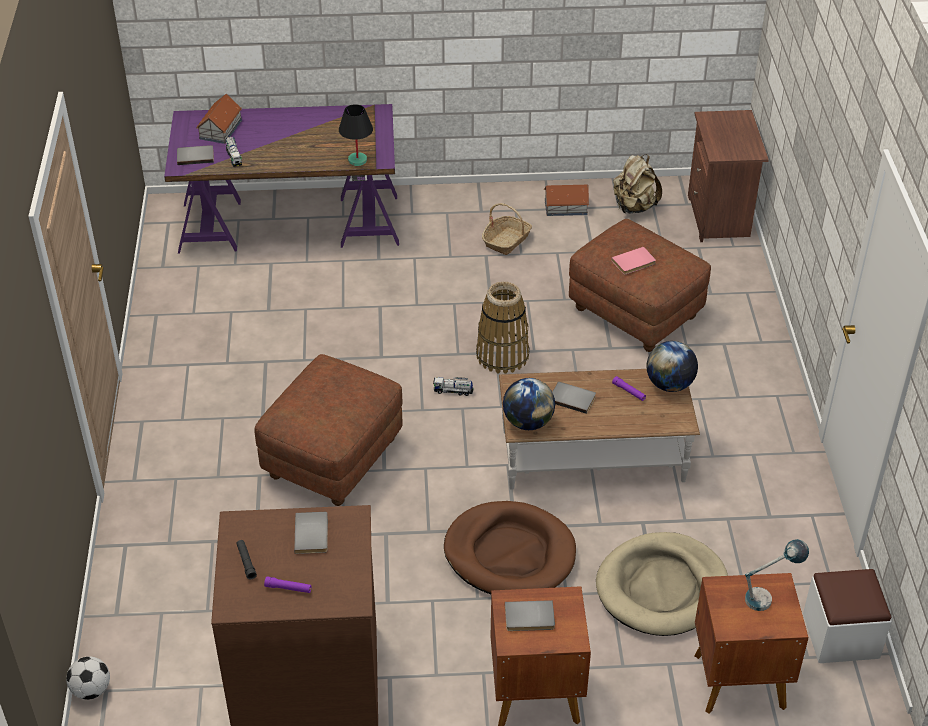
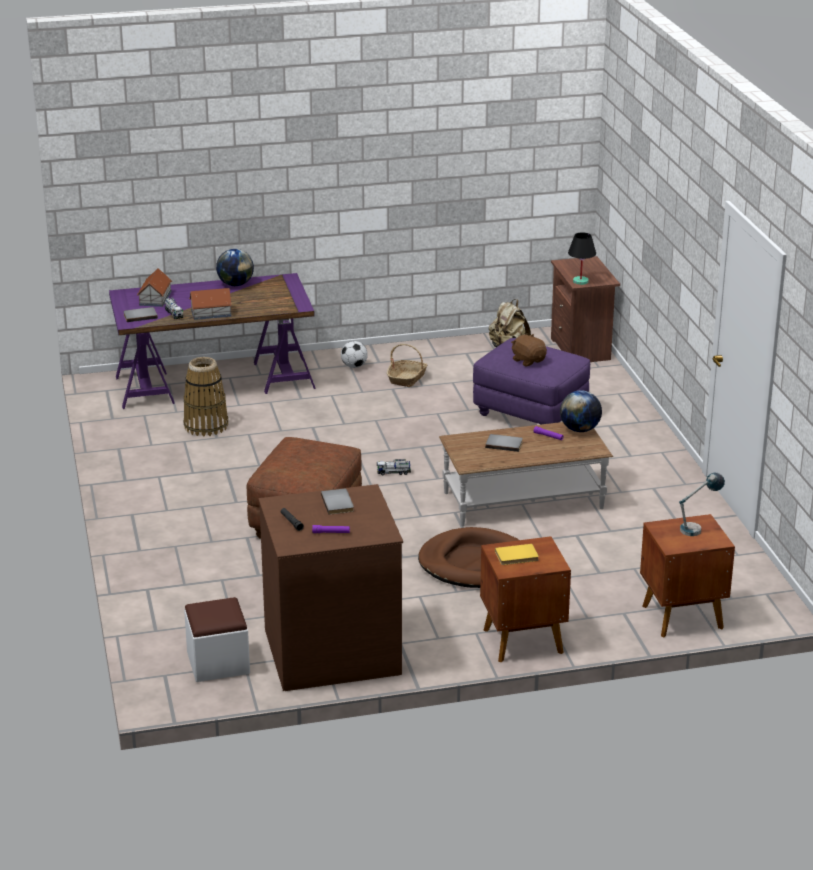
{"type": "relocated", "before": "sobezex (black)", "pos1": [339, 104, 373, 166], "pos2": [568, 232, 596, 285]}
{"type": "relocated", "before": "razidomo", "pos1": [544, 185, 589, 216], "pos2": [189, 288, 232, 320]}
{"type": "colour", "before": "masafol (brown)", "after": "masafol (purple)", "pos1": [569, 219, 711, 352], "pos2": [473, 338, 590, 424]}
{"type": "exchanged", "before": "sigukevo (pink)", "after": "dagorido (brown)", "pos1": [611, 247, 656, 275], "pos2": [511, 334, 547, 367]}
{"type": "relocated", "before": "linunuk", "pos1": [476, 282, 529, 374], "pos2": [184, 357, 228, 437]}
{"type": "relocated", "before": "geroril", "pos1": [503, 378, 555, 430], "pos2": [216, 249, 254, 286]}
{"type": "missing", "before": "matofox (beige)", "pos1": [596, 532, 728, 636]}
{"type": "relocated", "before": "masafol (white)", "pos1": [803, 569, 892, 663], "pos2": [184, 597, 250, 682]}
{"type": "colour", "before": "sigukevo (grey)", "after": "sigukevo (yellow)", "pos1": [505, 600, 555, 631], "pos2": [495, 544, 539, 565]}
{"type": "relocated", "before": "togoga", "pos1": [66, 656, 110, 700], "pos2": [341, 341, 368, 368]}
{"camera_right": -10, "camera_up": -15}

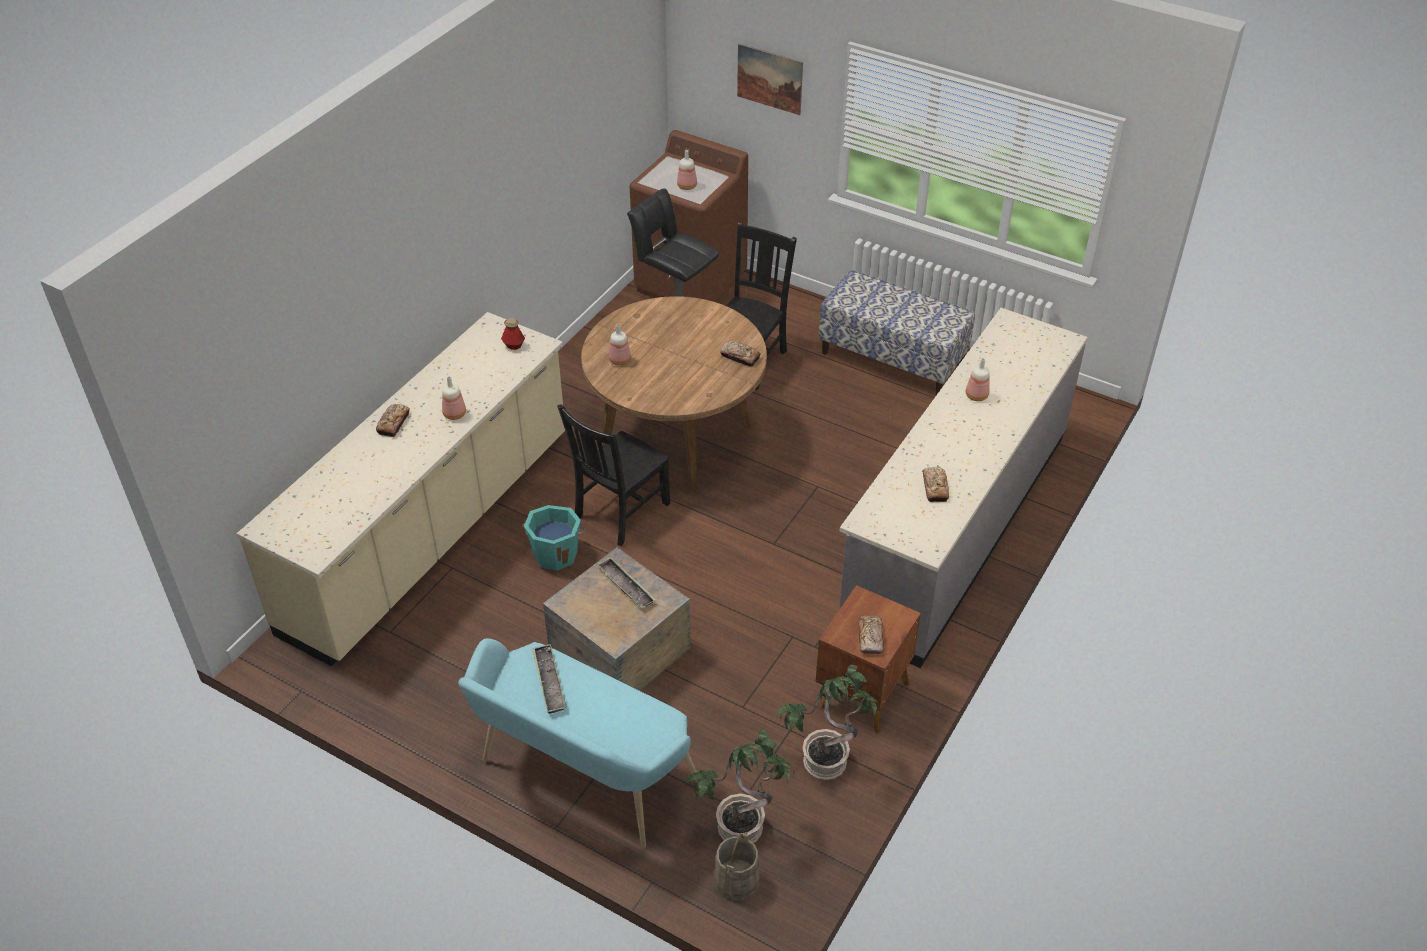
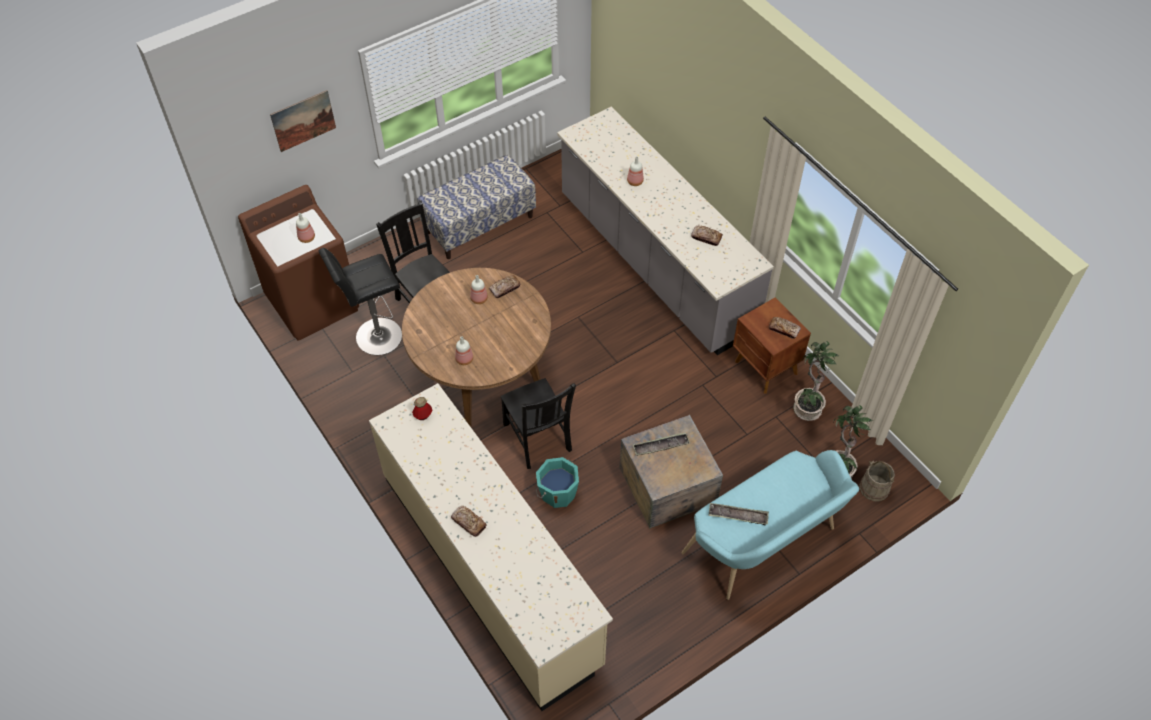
{"type": "relocated", "before": "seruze", "pos1": [442, 376, 466, 420], "pos2": [470, 275, 488, 304]}
{"camera_right": -65, "camera_up": 10}

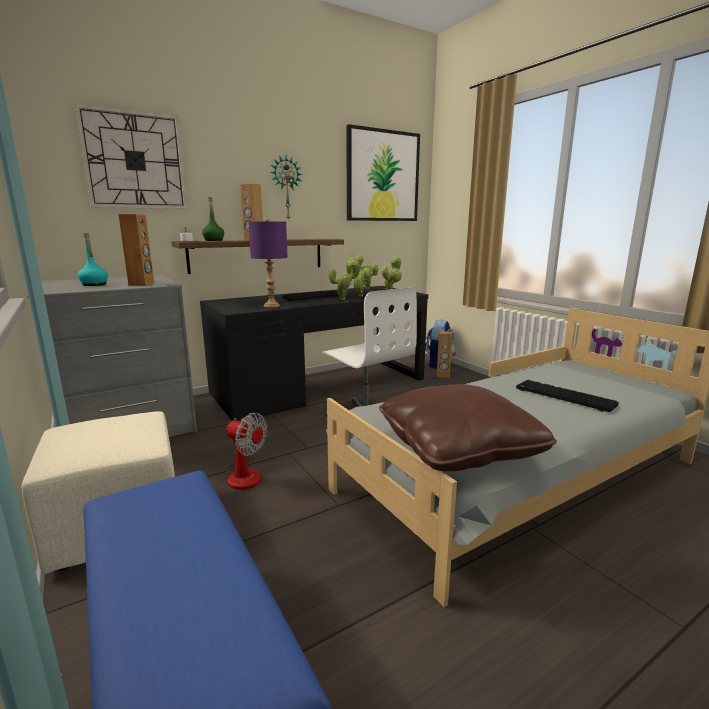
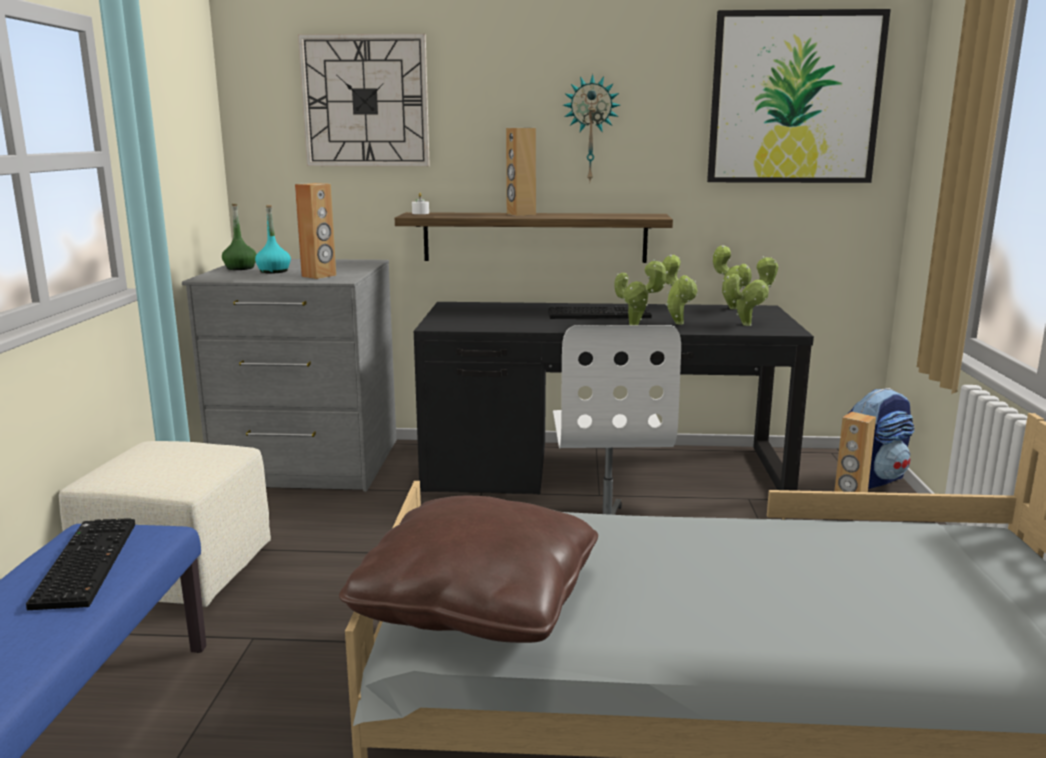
{"type": "relocated", "before": "seruze (green)", "pos1": [202, 197, 224, 241], "pos2": [222, 203, 257, 270]}
{"type": "missing", "before": "sobezex (purple)", "pos1": [248, 218, 288, 308]}
{"type": "relocated", "before": "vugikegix", "pos1": [516, 380, 619, 412], "pos2": [26, 518, 135, 610]}
{"type": "missing", "before": "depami", "pos1": [226, 413, 267, 490]}
{"camera_right": 35, "camera_up": 0}

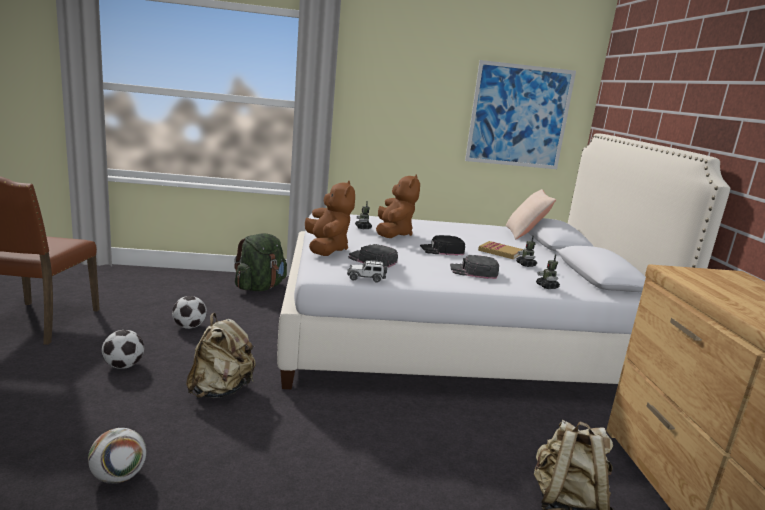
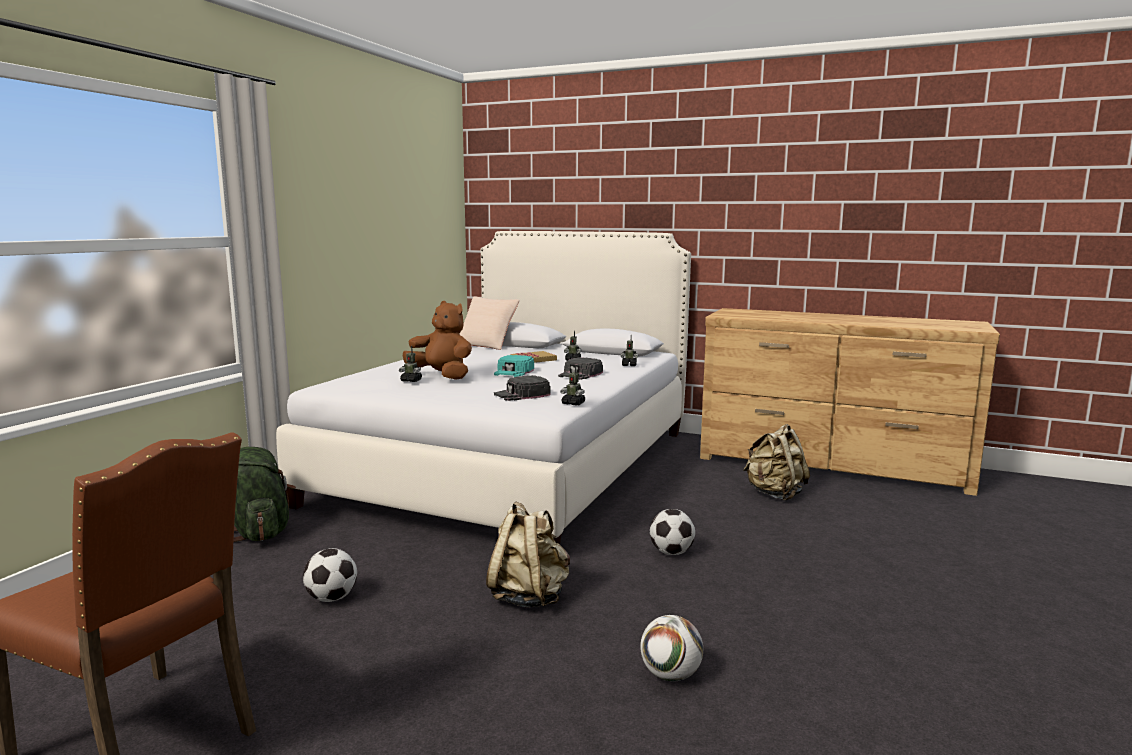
{"type": "missing", "before": "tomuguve", "pos1": [465, 60, 576, 169]}
{"type": "missing", "before": "dagorido (brown)", "pos1": [305, 180, 355, 256]}
{"type": "colour", "before": "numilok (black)", "after": "numilok (turquoise)", "pos1": [420, 235, 465, 255], "pos2": [494, 355, 534, 377]}
{"type": "exchanged", "before": "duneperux", "after": "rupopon", "pos1": [347, 260, 387, 283], "pos2": [560, 365, 585, 406]}
{"type": "relocated", "before": "togoga", "pos1": [102, 330, 144, 369], "pos2": [650, 509, 695, 555]}
{"camera_right": -60, "camera_up": -5}

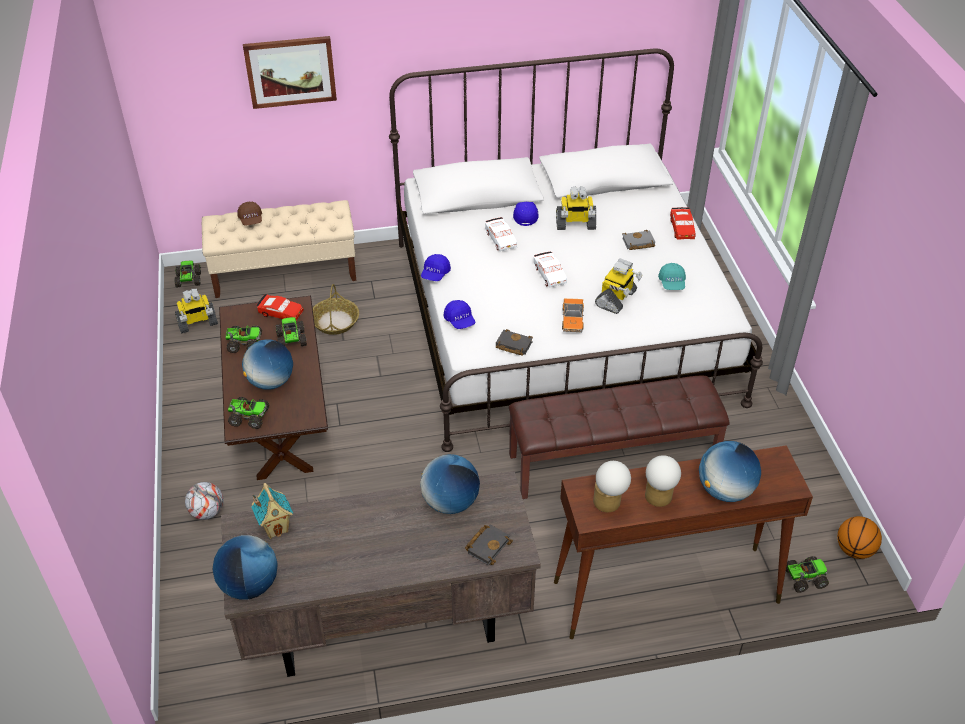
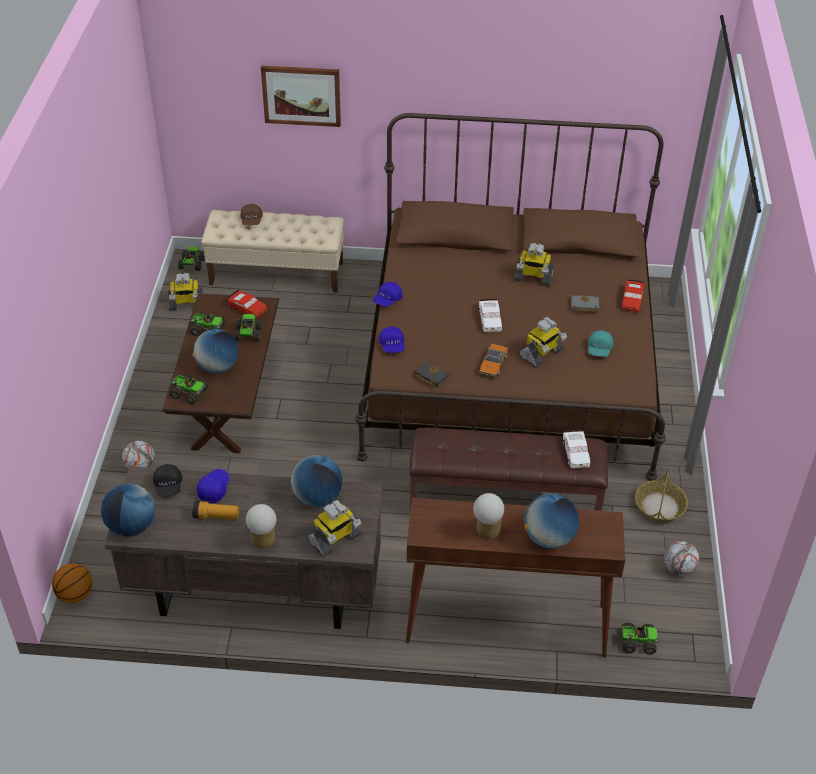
{"type": "colour", "before": "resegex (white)", "after": "resegex (brown)", "pos1": [389, 48, 763, 452], "pos2": [355, 113, 666, 481]}
{"type": "relocated", "before": "numilok (blue)", "pos1": [513, 202, 539, 226], "pos2": [197, 469, 230, 503]}
{"type": "relocated", "before": "duneperux (white)", "pos1": [485, 217, 517, 252], "pos2": [563, 430, 590, 468]}
{"type": "relocated", "before": "linunuk", "pos1": [313, 284, 359, 335], "pos2": [635, 469, 688, 522]}
{"type": "relocated", "before": "sobezex", "pos1": [593, 461, 631, 512], "pos2": [246, 504, 276, 549]}
{"type": "exchanged", "before": "razidomo", "after": "numilok (black)", "pos1": [251, 483, 293, 539], "pos2": [153, 464, 182, 497]}
{"type": "relocated", "before": "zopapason", "pos1": [837, 516, 882, 559], "pos2": [52, 563, 92, 603]}
{"type": "exchanged", "before": "sigukevo (black)", "after": "rupopon", "pos1": [465, 525, 513, 565], "pos2": [307, 500, 362, 557]}
{"type": "appeared", "after": "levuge", "pos2": [192, 501, 239, 520]}
{"type": "appeared", "after": "togoga", "pos2": [664, 541, 699, 576]}
{"camera_right": 15, "camera_up": 0}

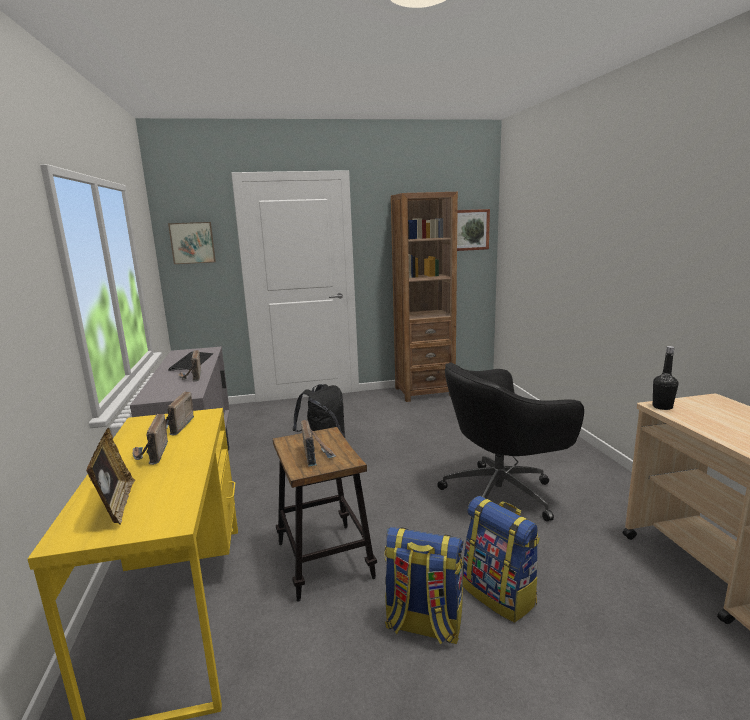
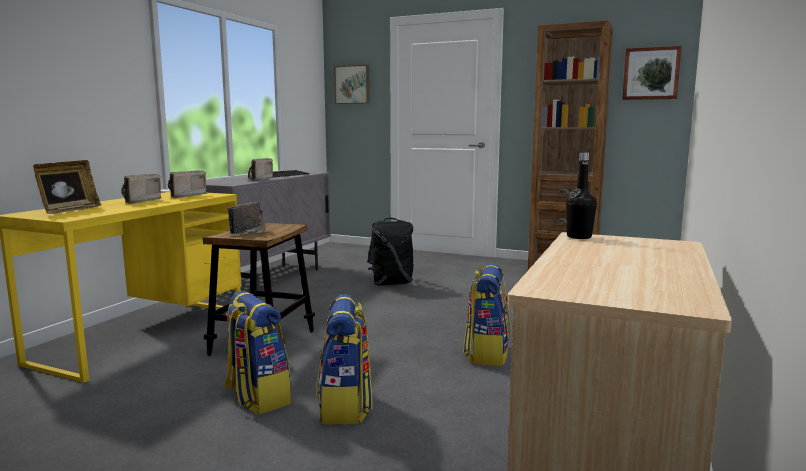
{"type": "exchanged", "before": "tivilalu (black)", "after": "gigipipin", "pos1": [437, 362, 584, 521], "pos2": [463, 264, 510, 366]}
{"camera_right": 35, "camera_up": -5}

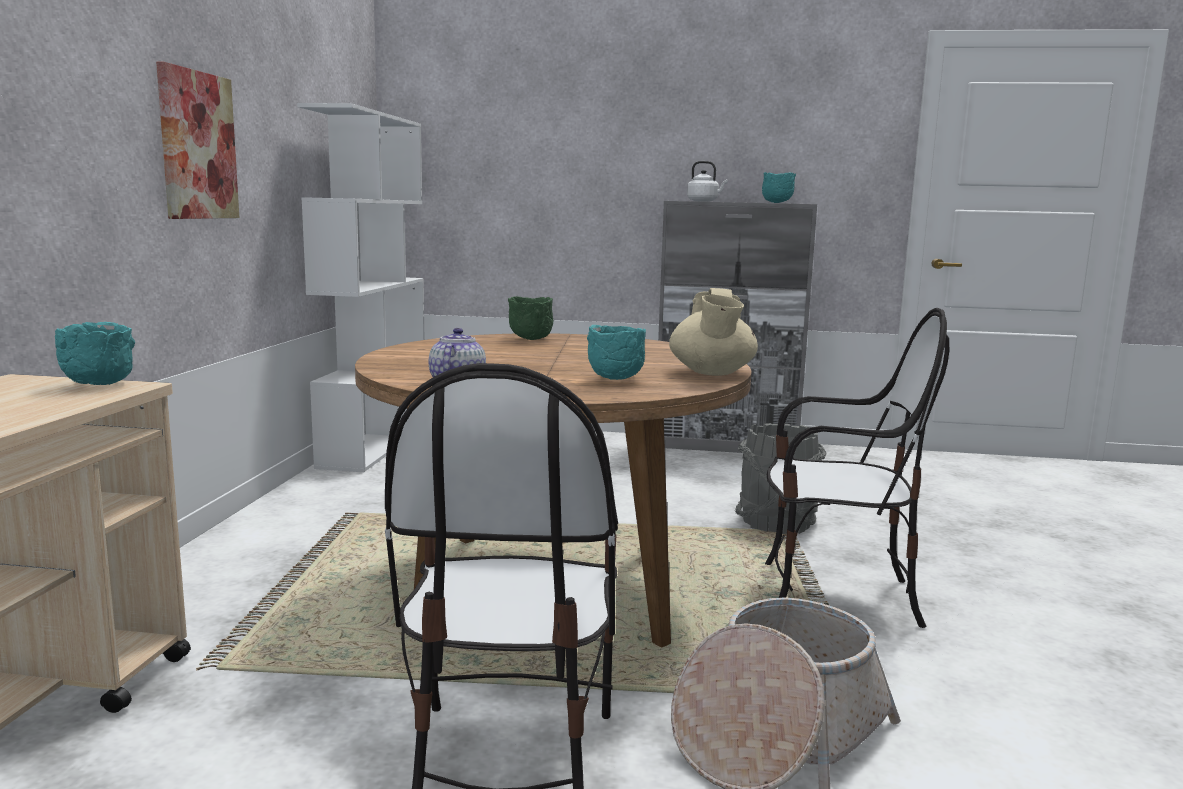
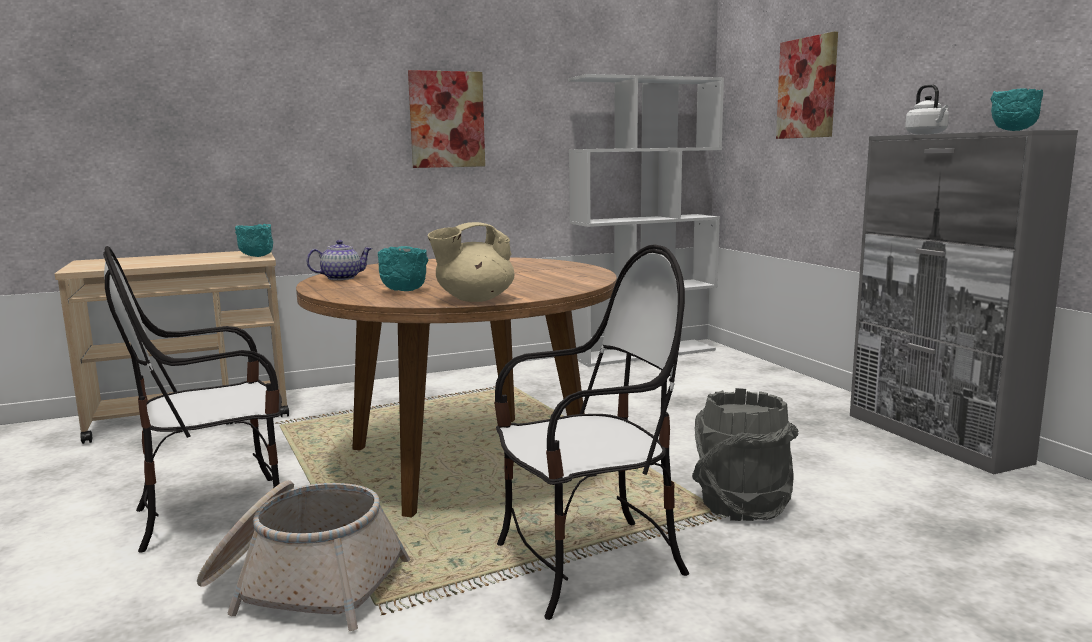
{"type": "missing", "before": "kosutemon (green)", "pos1": [508, 297, 553, 340]}
{"type": "spun", "before": "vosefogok", "pos1": [765, 308, 949, 628], "pos2": [494, 244, 689, 620], "turn": -90}
{"type": "appeared", "after": "tomuguve", "pos2": [776, 32, 838, 139]}
{"camera_right": 60, "camera_up": 0}

